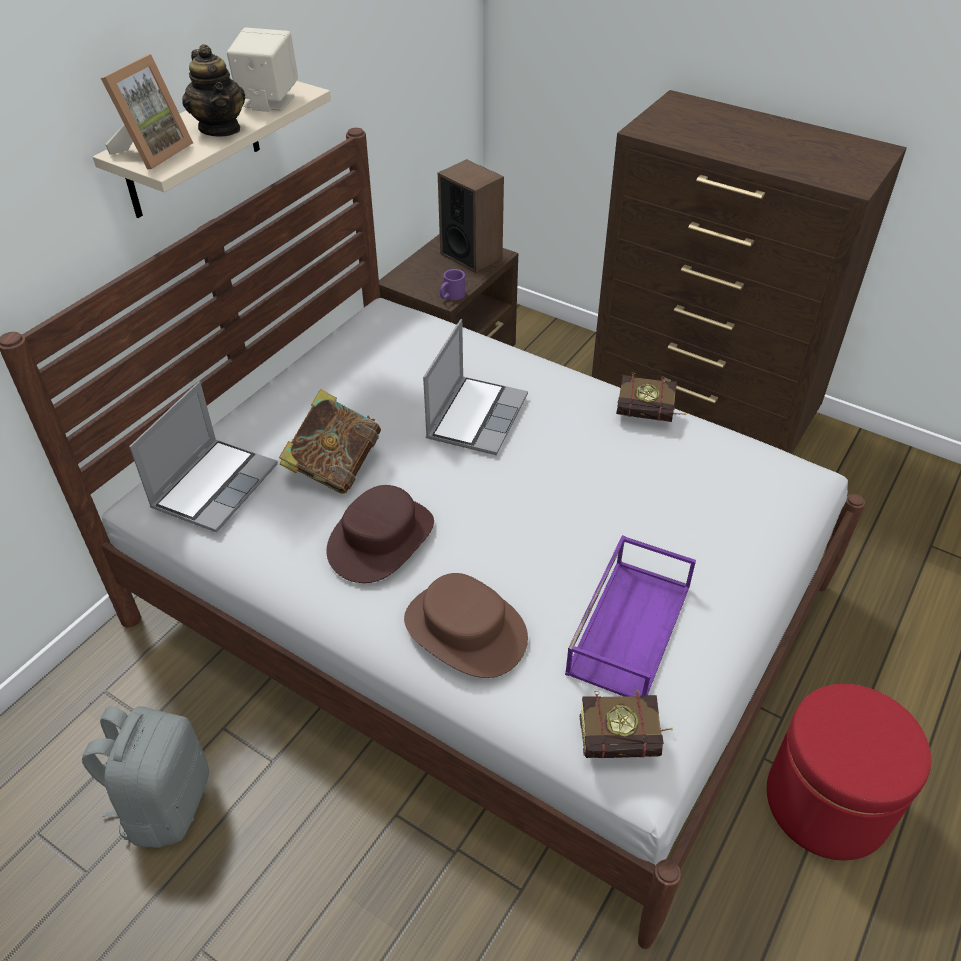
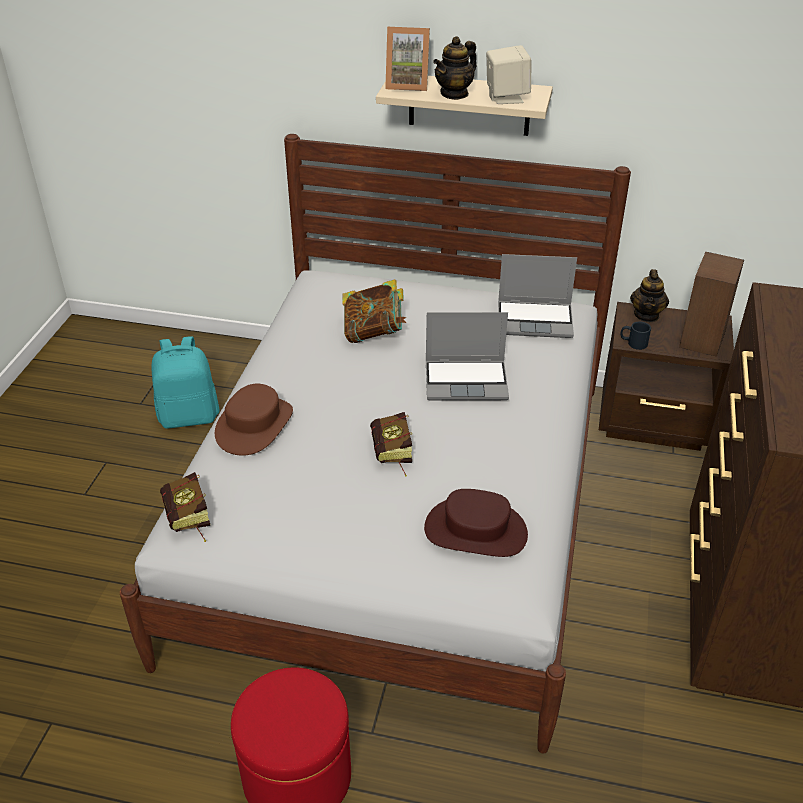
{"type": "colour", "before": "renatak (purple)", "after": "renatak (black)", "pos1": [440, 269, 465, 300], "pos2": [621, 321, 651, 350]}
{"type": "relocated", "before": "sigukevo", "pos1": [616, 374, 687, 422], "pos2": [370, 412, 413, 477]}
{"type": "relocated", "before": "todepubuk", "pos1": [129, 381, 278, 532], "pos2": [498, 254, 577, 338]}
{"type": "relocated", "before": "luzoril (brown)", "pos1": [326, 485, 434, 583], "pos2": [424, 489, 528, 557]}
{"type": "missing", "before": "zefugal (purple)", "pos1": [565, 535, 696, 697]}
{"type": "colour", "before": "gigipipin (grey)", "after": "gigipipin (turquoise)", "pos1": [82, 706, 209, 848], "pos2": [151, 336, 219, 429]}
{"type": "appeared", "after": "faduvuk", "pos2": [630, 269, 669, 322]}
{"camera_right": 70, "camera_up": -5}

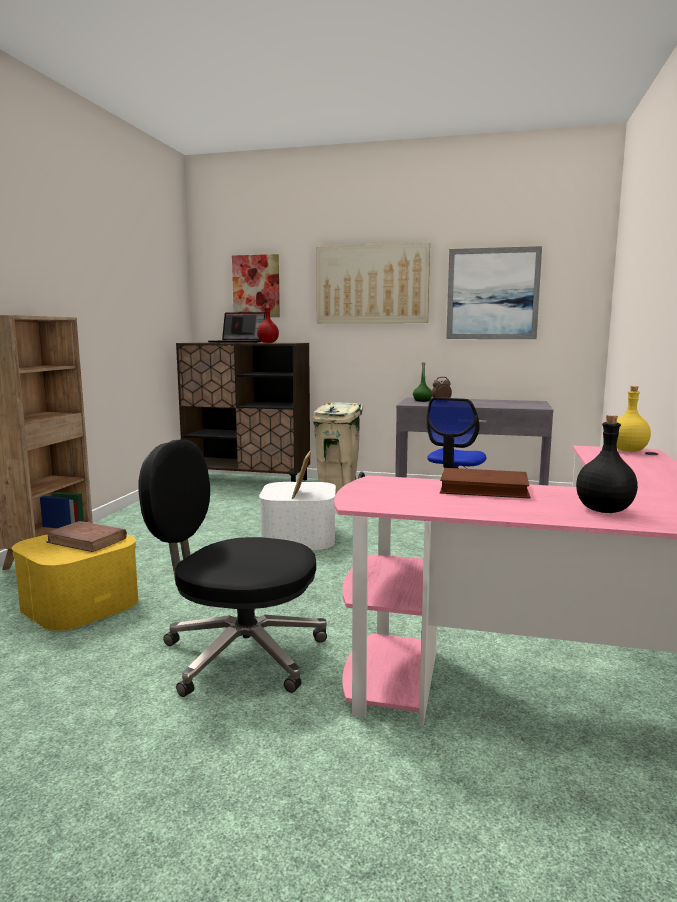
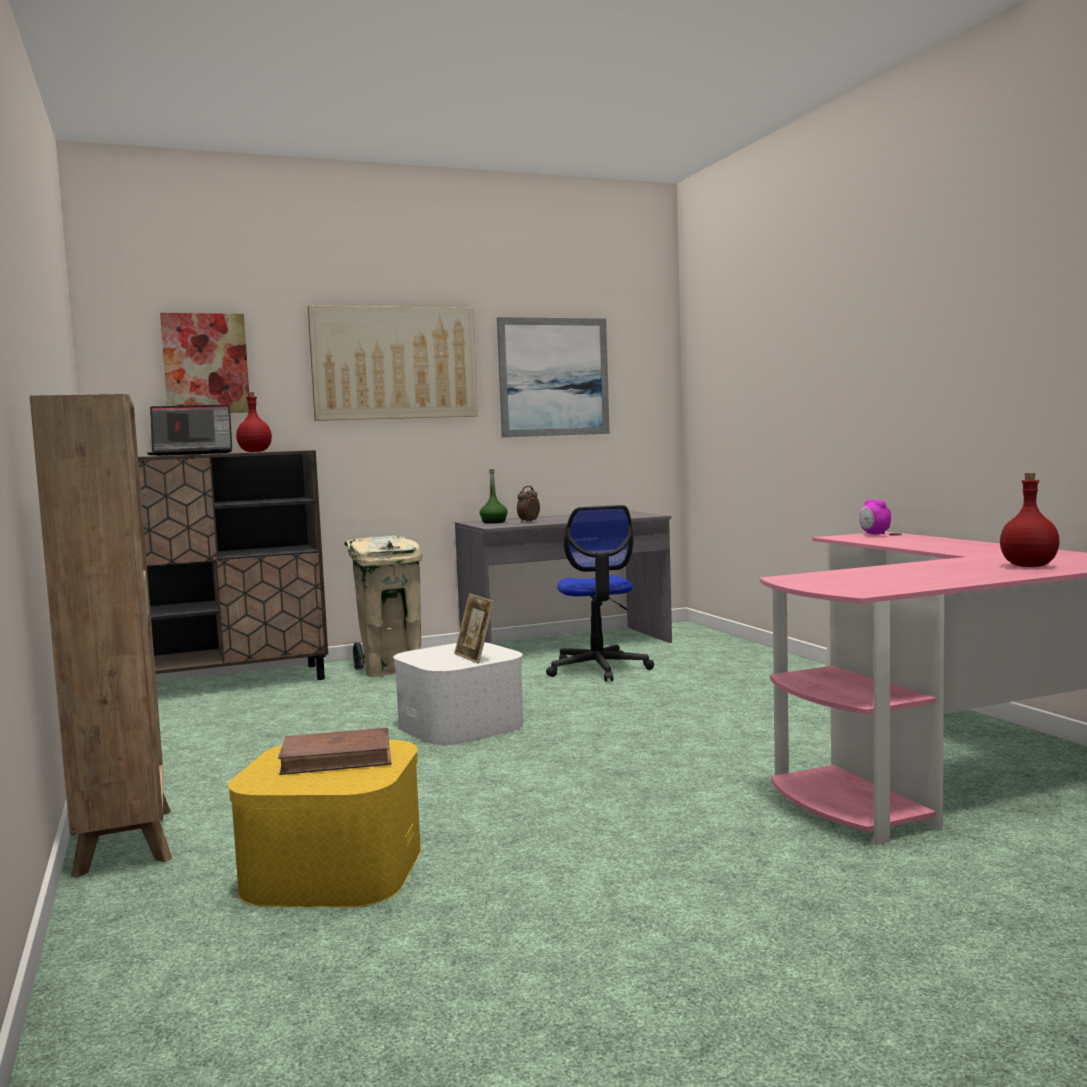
{"type": "exchanged", "before": "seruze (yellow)", "after": "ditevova", "pos1": [617, 386, 651, 452], "pos2": [859, 500, 891, 535]}
{"type": "colour", "before": "seruze (black)", "after": "seruze (red)", "pos1": [576, 415, 638, 513], "pos2": [1000, 473, 1060, 567]}
{"type": "missing", "before": "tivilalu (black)", "pos1": [138, 439, 327, 697]}
{"type": "missing", "before": "sigukevo (brown)", "pos1": [440, 468, 531, 499]}
{"camera_right": -35, "camera_up": -5}

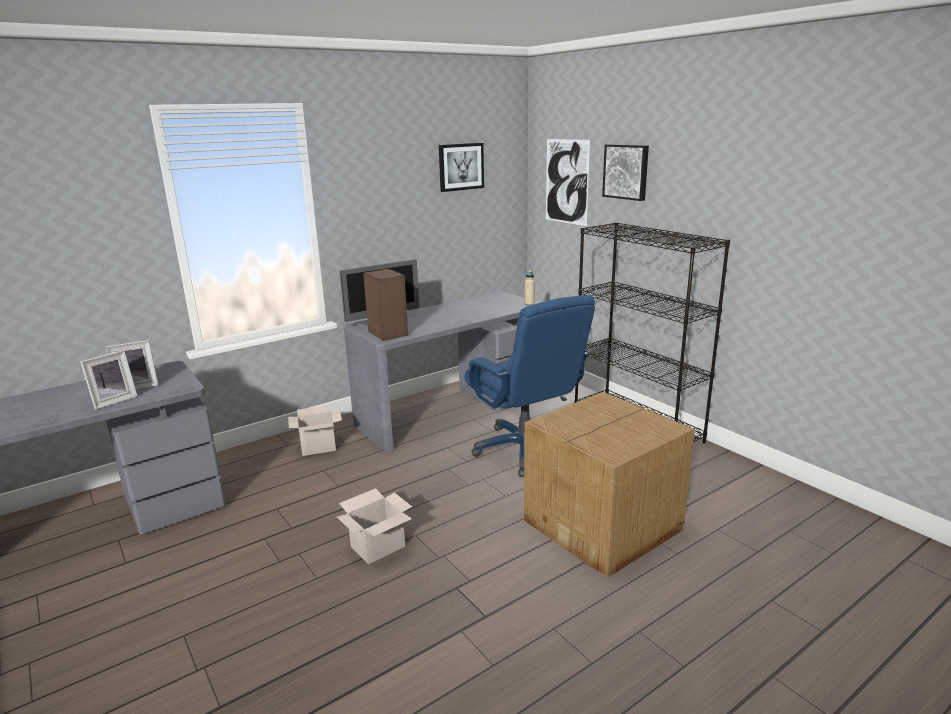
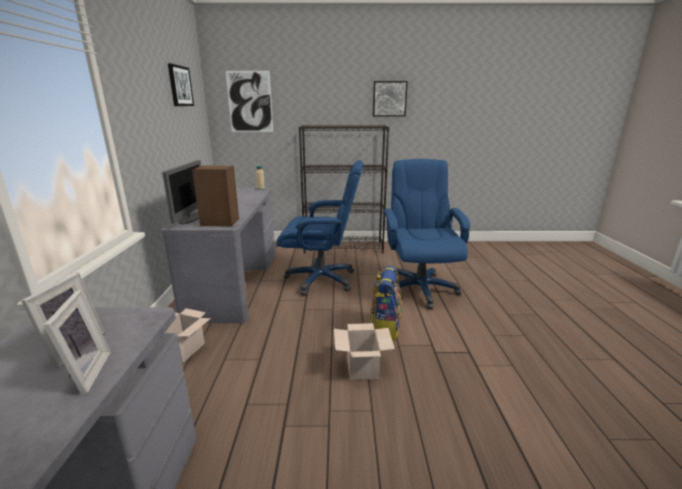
{"type": "relocated", "before": "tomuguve", "pos1": [602, 144, 649, 201], "pos2": [373, 81, 408, 117]}
{"type": "exchanged", "before": "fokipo", "after": "tivilalu (blue)", "pos1": [524, 392, 695, 578], "pos2": [384, 159, 470, 309]}
{"type": "appeared", "after": "gigipipin", "pos2": [369, 266, 402, 340]}
{"camera_right": -55, "camera_up": 0}

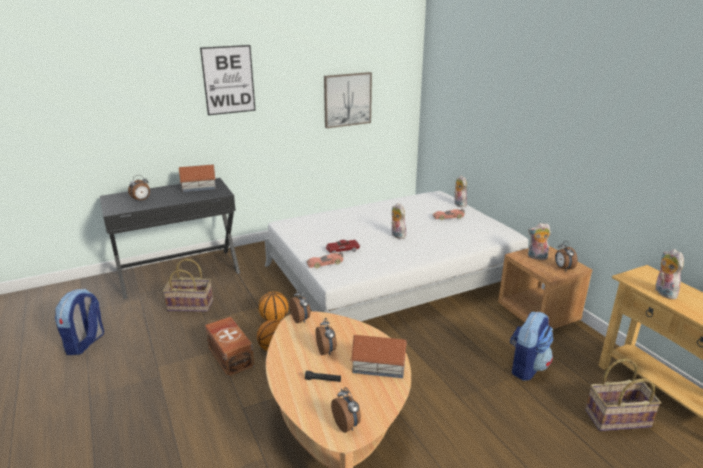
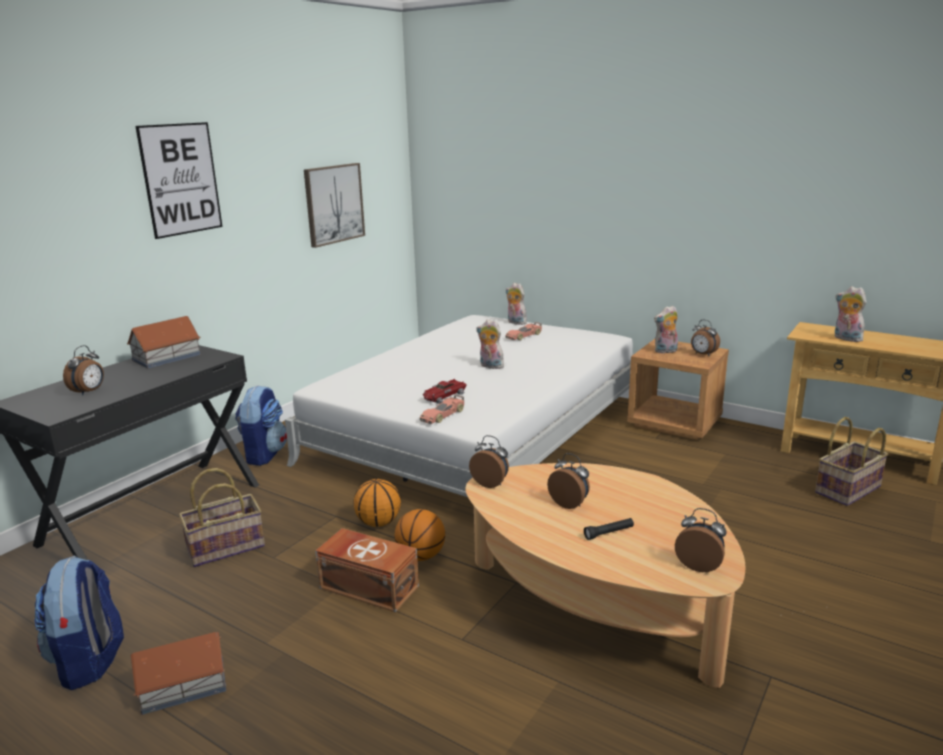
{"type": "relocated", "before": "gigipipin", "pos1": [510, 311, 553, 380], "pos2": [235, 385, 287, 466]}
{"type": "relocated", "before": "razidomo", "pos1": [350, 335, 407, 378], "pos2": [131, 632, 226, 715]}
{"camera_right": -30, "camera_up": -5}

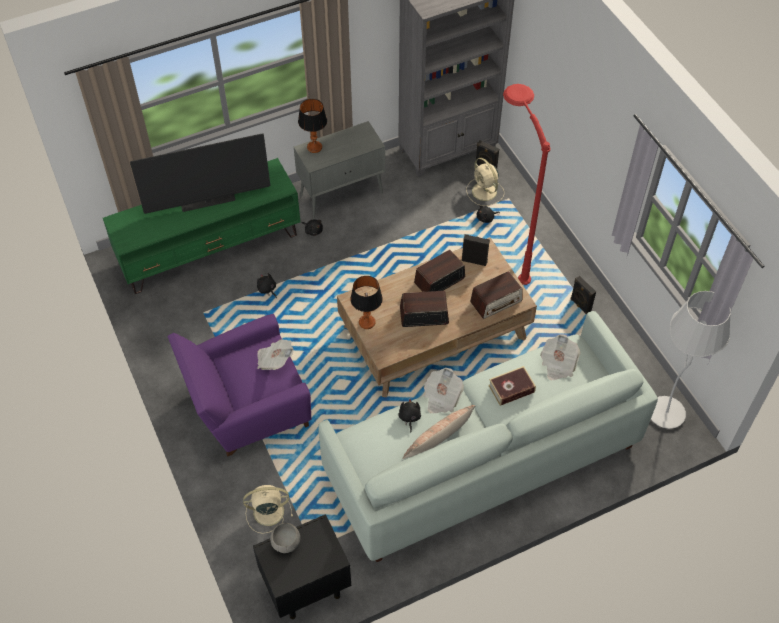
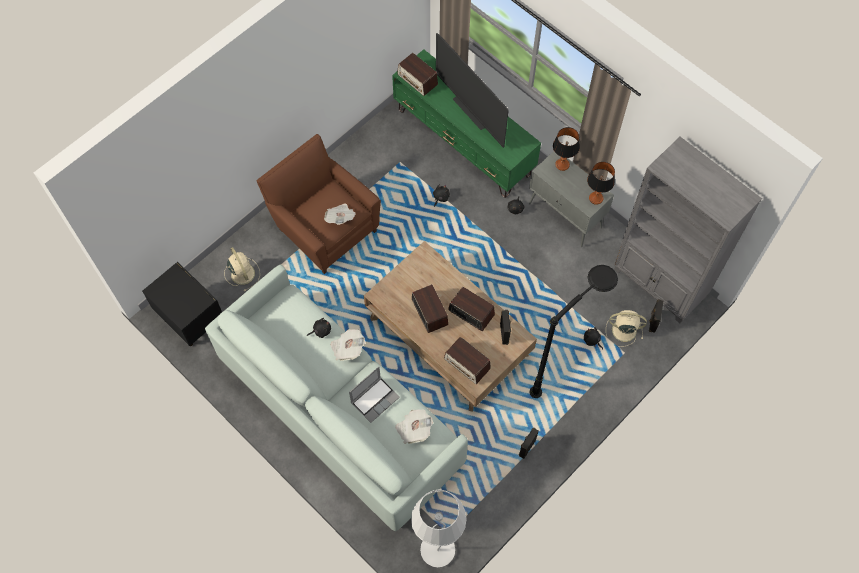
{"type": "colour", "before": "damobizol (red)", "after": "damobizol (black)", "pos1": [503, 84, 551, 285], "pos2": [529, 265, 618, 398]}
{"type": "spun", "before": "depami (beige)", "pos1": [466, 158, 504, 206], "pos2": [606, 310, 647, 347], "turn": 60}
{"type": "relocated", "before": "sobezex", "pos1": [350, 276, 383, 329], "pos2": [587, 162, 615, 205]}
{"type": "colour", "before": "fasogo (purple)", "after": "fasogo (brown)", "pos1": [168, 314, 311, 457], "pos2": [256, 134, 381, 274]}
{"type": "exchanged", "before": "sigukevo", "after": "todepubuk", "pos1": [488, 366, 536, 406], "pos2": [349, 367, 400, 423]}
{"type": "missing", "before": "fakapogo", "pos1": [402, 405, 476, 459]}
{"type": "missing", "before": "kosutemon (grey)", "pos1": [270, 523, 300, 553]}
{"type": "appeared", "after": "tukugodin", "pos2": [397, 53, 438, 96]}
{"camera_right": 70, "camera_up": 10}

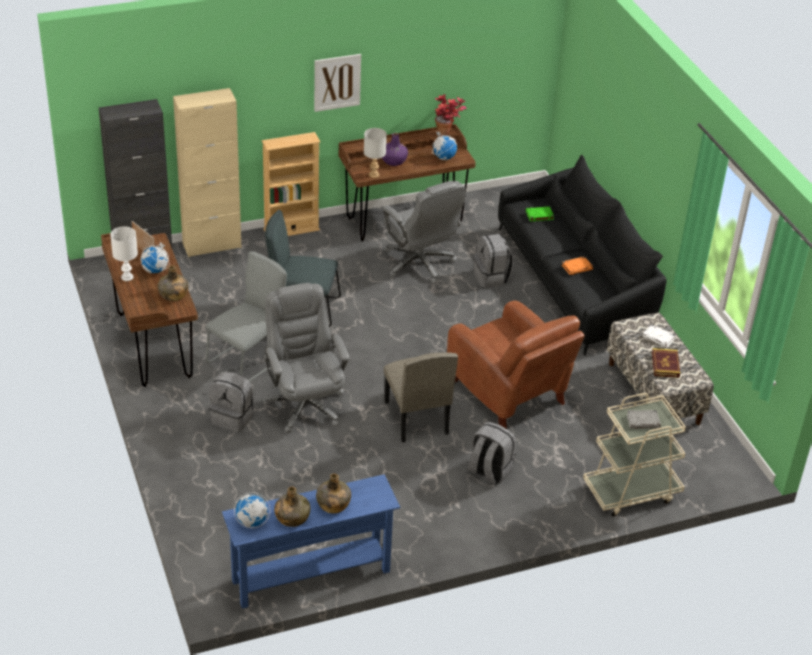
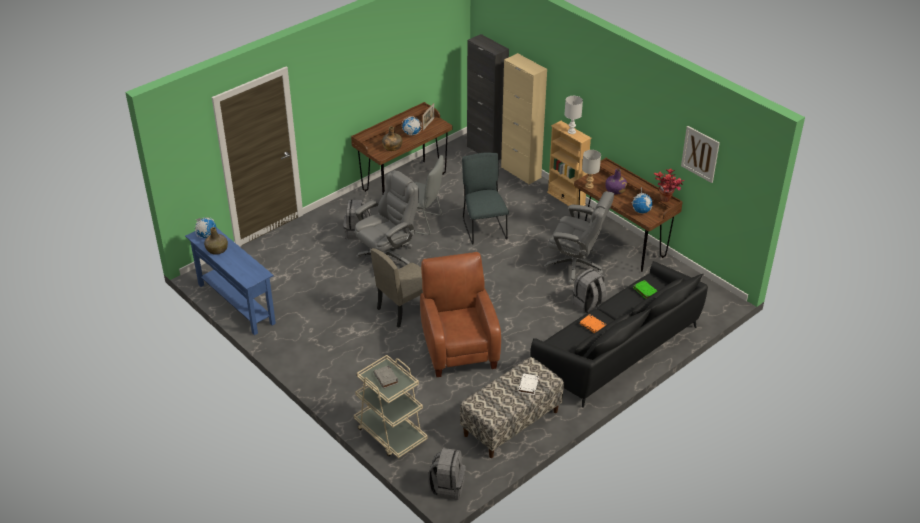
{"type": "relocated", "before": "tomuguve", "pos1": [314, 54, 361, 112], "pos2": [681, 126, 720, 183]}
{"type": "spun", "before": "tivilalu (grey)", "pos1": [382, 181, 466, 284], "pos2": [544, 191, 614, 284], "turn": -105}
{"type": "relocated", "before": "sobezex (white)", "pos1": [110, 226, 138, 281], "pos2": [564, 96, 583, 134]}
{"type": "spun", "before": "fasogo (brown)", "pos1": [447, 300, 585, 429], "pos2": [420, 252, 501, 377], "turn": 135}
{"type": "missing", "before": "sigukevo", "pos1": [652, 348, 680, 378]}
{"type": "relocated", "before": "gigipipin (grey)", "pos1": [468, 422, 516, 485], "pos2": [428, 448, 466, 500]}
{"type": "missing", "before": "seruze (green)", "pos1": [316, 473, 351, 514]}
{"camera_right": 70, "camera_up": 0}

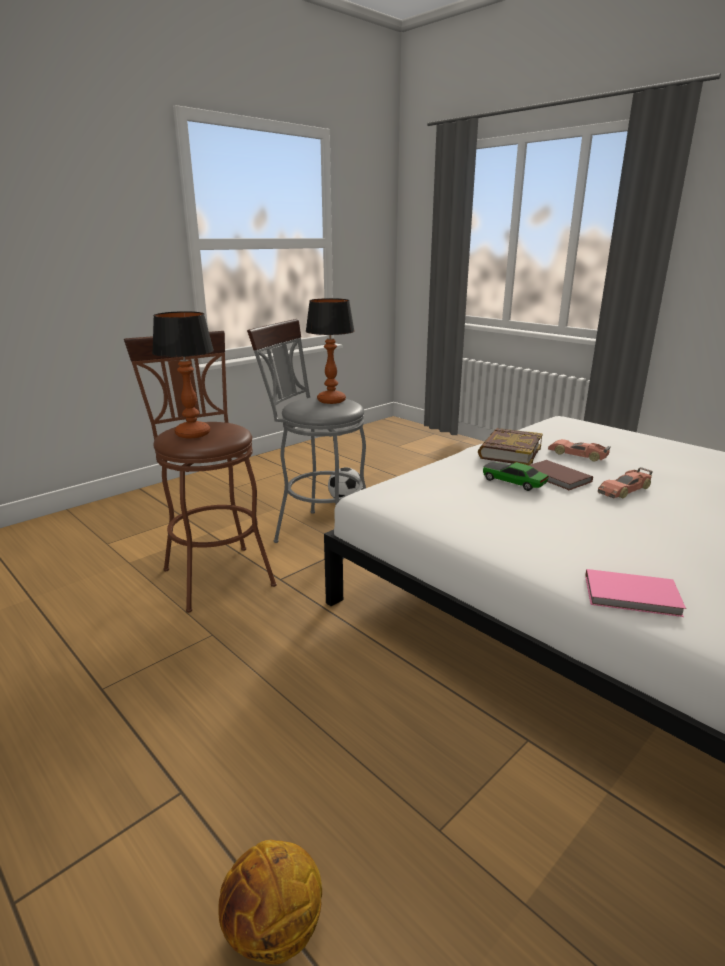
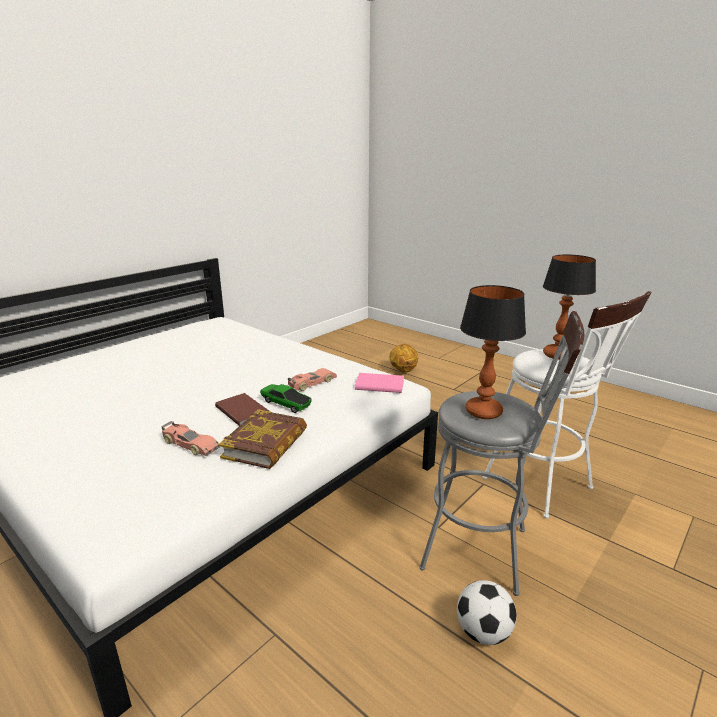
{"type": "colour", "before": "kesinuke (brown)", "after": "kesinuke (white)", "pos1": [124, 331, 277, 613], "pos2": [482, 291, 652, 518]}
{"type": "relocated", "before": "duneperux", "pos1": [598, 467, 653, 499], "pos2": [288, 368, 337, 391]}
{"type": "relocated", "before": "sigukevo (pink)", "pos1": [585, 569, 686, 617], "pos2": [355, 373, 404, 393]}
{"camera_right": 175, "camera_up": 0}

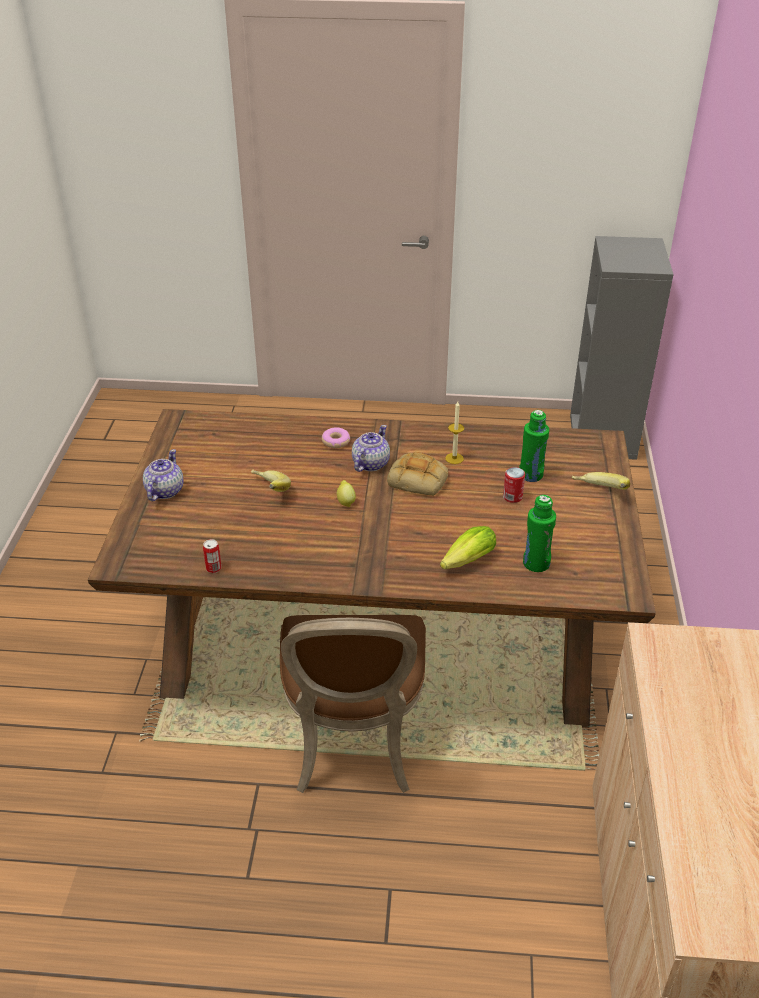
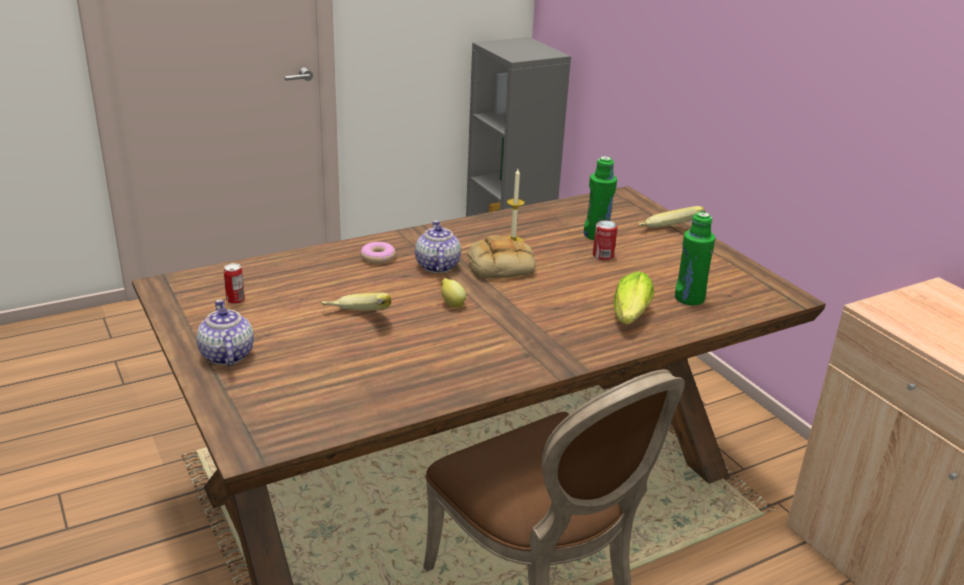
{"type": "relocated", "before": "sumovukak", "pos1": [203, 539, 222, 573], "pos2": [224, 263, 245, 304]}
{"camera_right": -35, "camera_up": -10}

